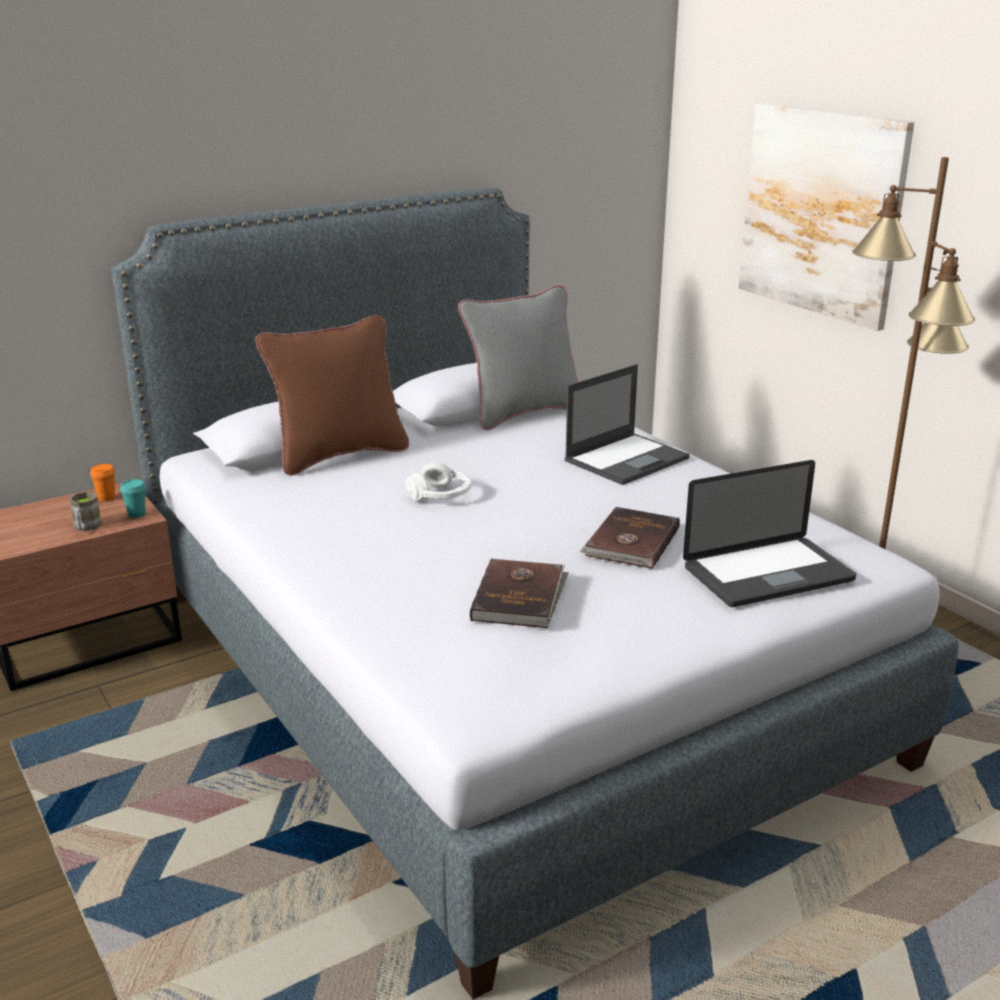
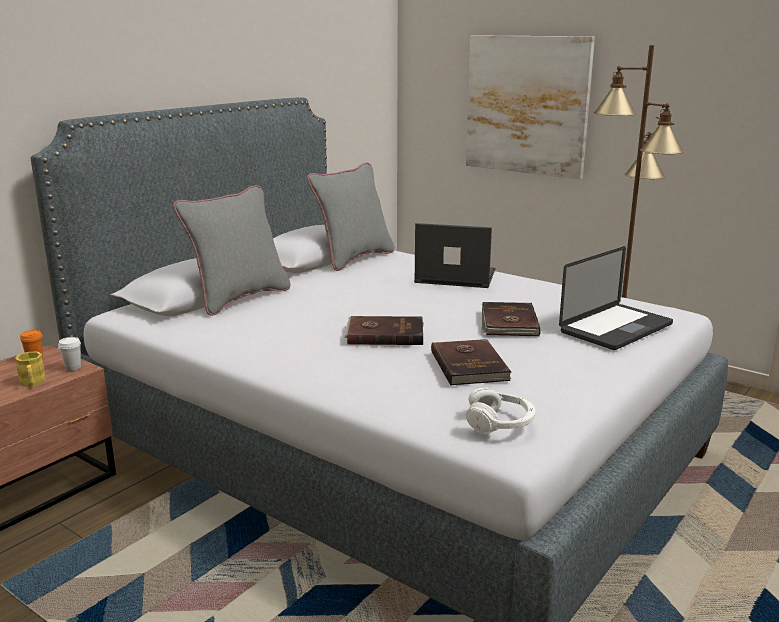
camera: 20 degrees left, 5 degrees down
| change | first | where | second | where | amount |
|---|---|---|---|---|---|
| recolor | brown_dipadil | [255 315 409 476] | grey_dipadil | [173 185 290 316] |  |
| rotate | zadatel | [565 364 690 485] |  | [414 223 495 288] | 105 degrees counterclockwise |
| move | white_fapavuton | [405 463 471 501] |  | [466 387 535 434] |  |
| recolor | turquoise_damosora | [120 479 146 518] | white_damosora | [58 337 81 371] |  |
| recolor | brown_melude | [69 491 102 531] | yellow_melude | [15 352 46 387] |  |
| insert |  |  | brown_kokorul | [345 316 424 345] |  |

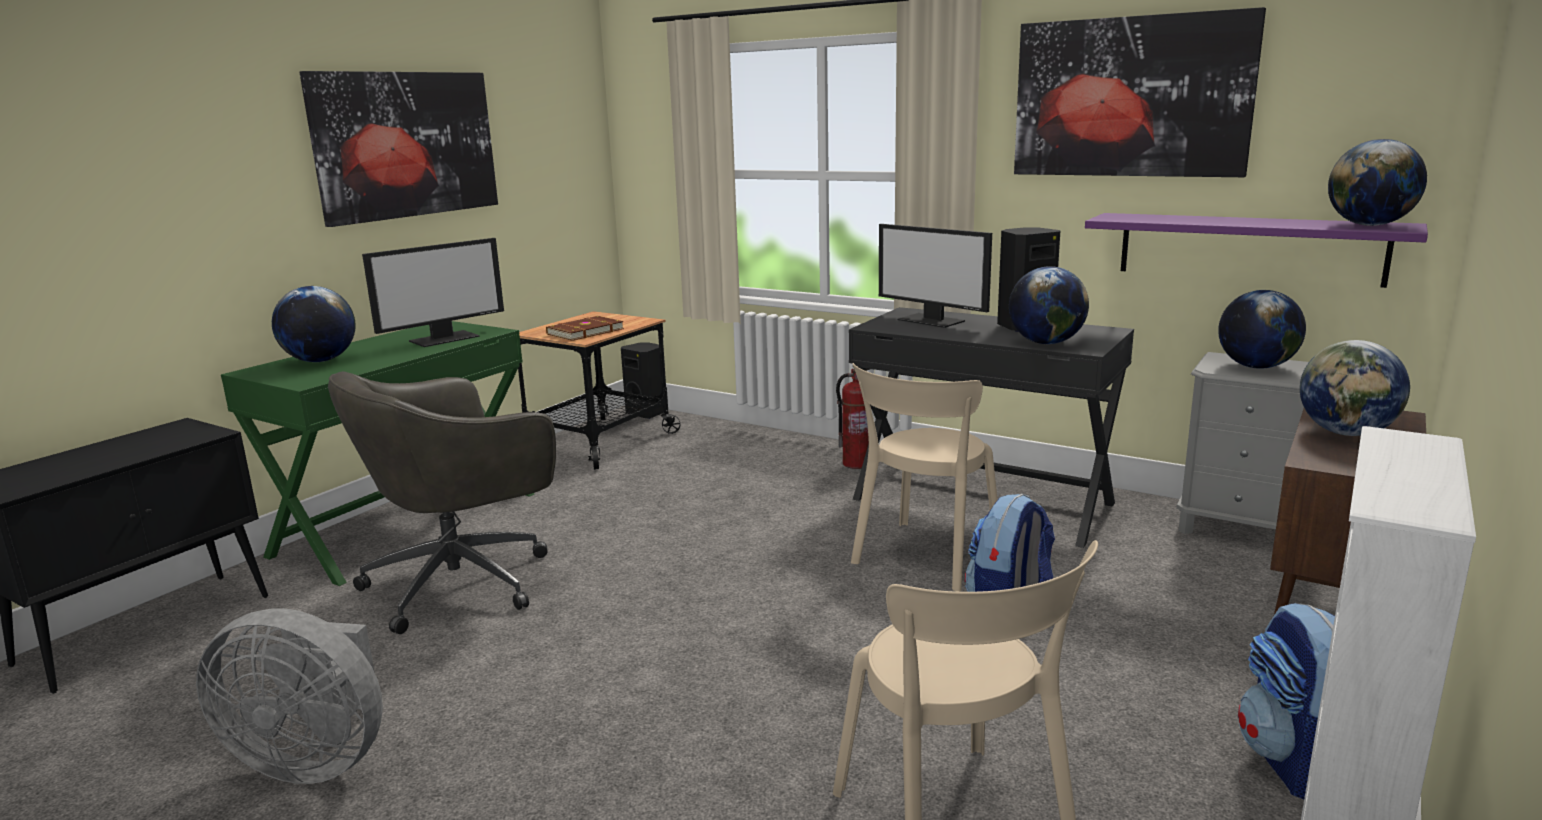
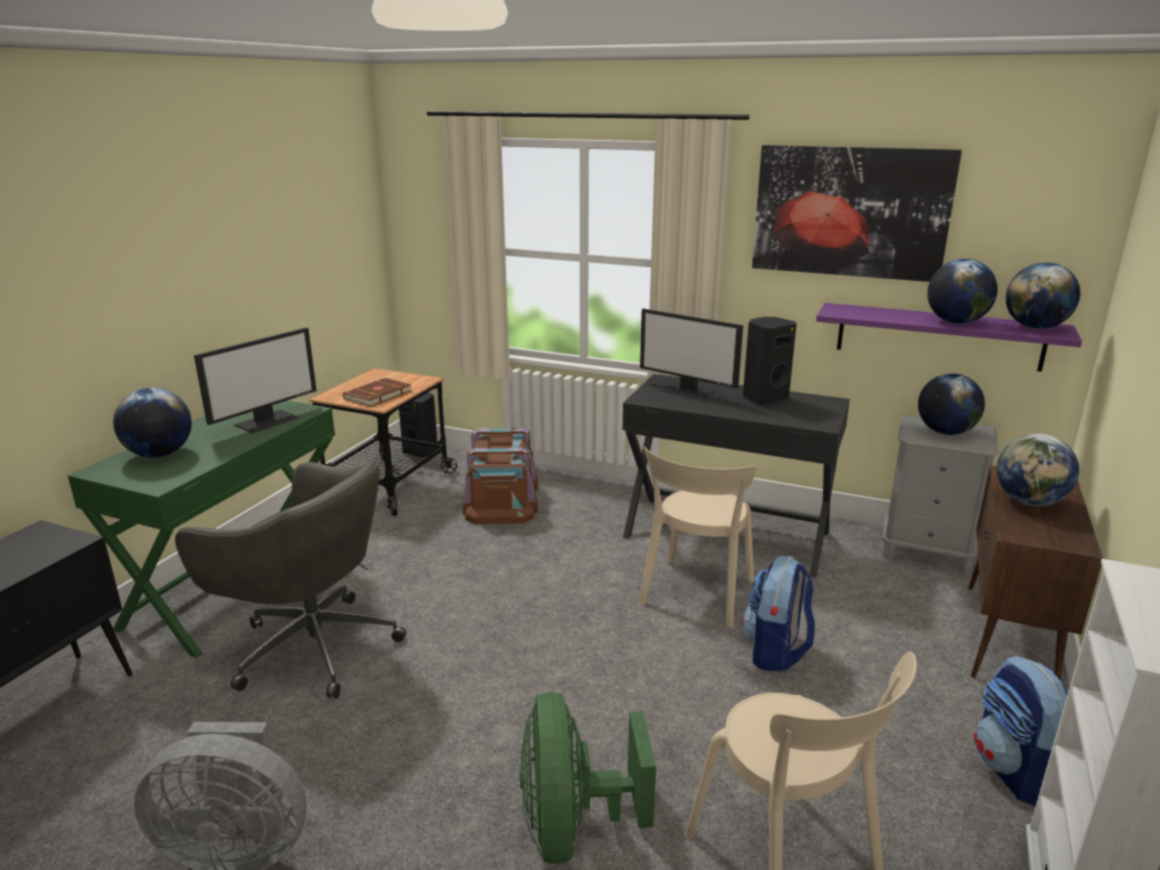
camera: 10 degrees left, 5 degrees up
| change | first | where | second | where | amount |
|---|---|---|---|---|---|
| delete | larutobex | [299 71 498 227] |  |  |  |
| move | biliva | [1009 266 1089 344] |  | [927 259 998 324] |  |
| delete | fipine | [836 368 870 469] |  |  |  |
| rotate | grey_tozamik | [328 371 556 634] |  | [175 461 406 698] | 105 degrees counterclockwise |
| insert |  |  | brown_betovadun | [463 428 538 524] |  |
| insert |  |  | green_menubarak | [519 692 656 864] |  |

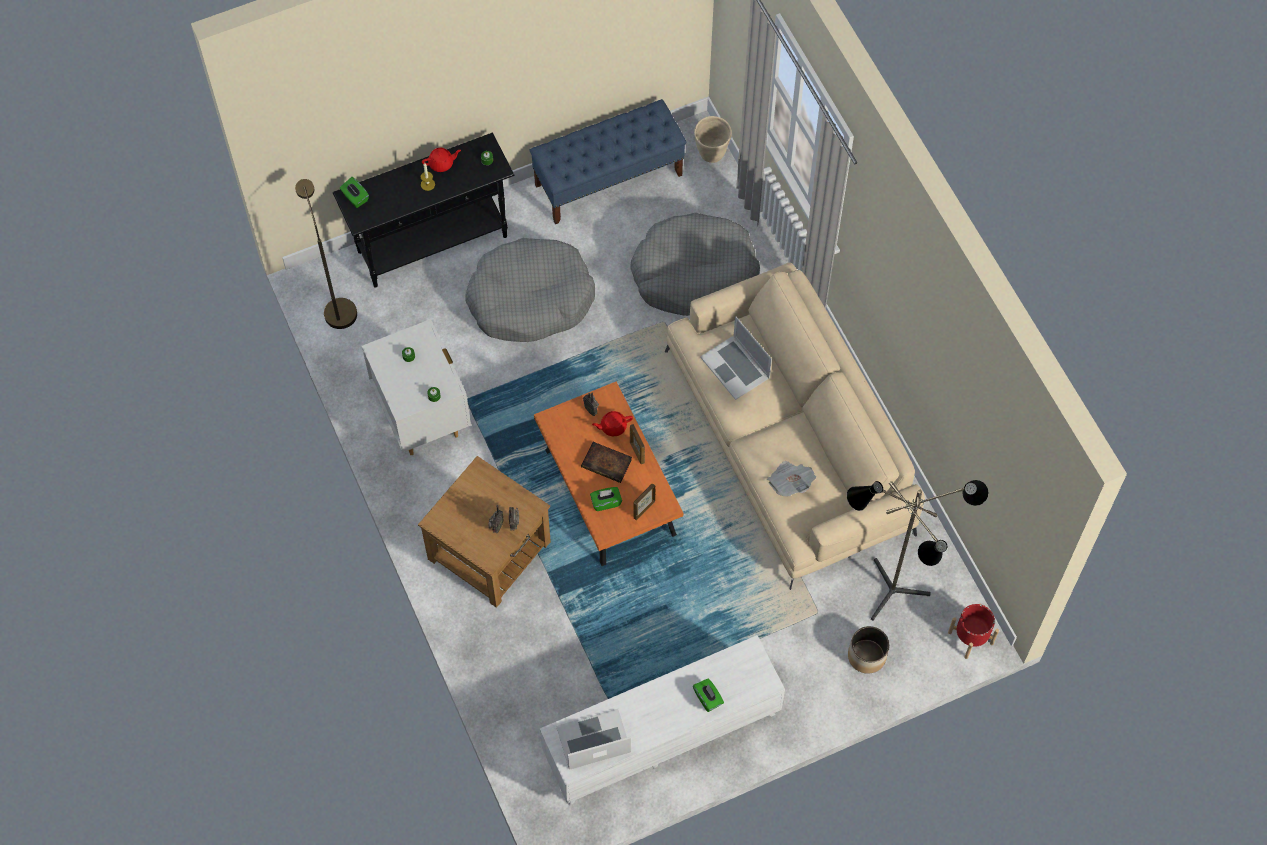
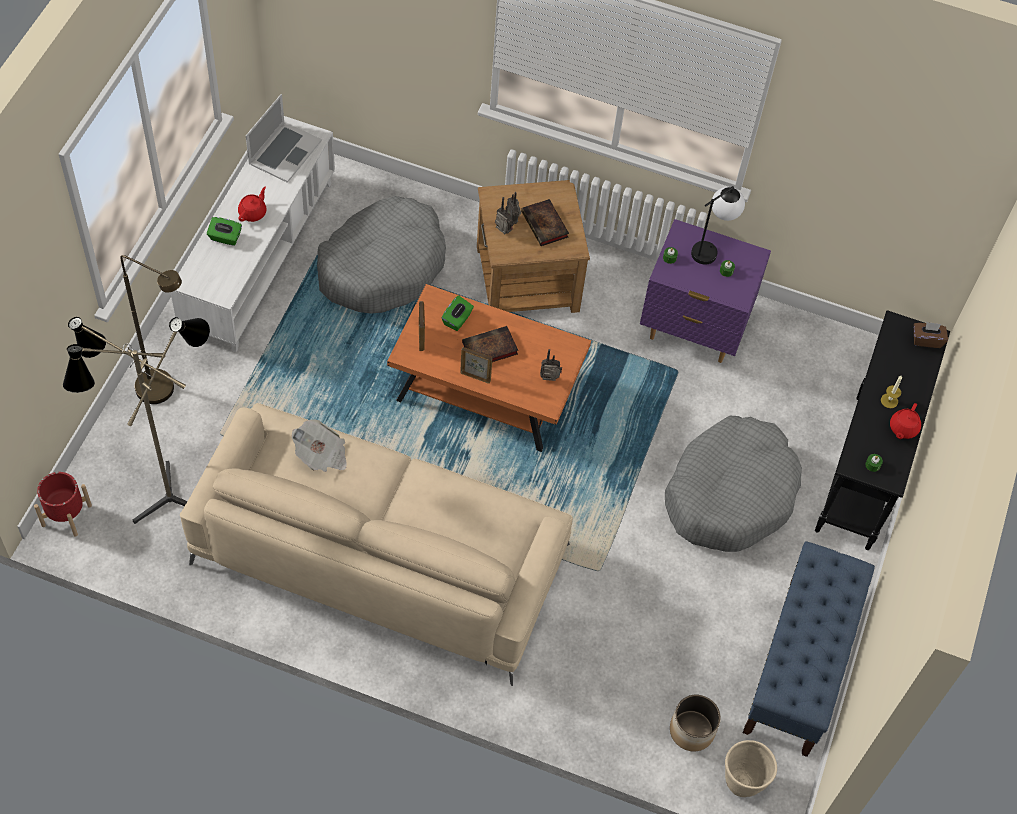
camera: 130 degrees right, 5 degrees down
| change | first | where | second | where | amount |
|---|---|---|---|---|---|
| recolor | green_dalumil | [340 177 369 208] | brown_dalumil | [914 322 948 348] |  |
| move | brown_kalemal | [295 179 357 329] |  | [120 255 182 404] |  |
| move | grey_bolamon | [630 213 760 316] |  | [317 196 446 314] |  |
| delete | zadatel | [700 316 772 400] |  |  |  |
| recolor | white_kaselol | [362 319 471 455] | purple_kaselol | [640 219 771 363] |  |
| move | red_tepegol | [592 411 633 436] |  | [238 187 267 222] |  |
| move | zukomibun | [848 626 889 674] |  | [670 695 721 751] |  |
| insert |  |  | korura | [691 186 745 265] |  |
| insert |  |  | kokorul | [521 199 569 246] |  |

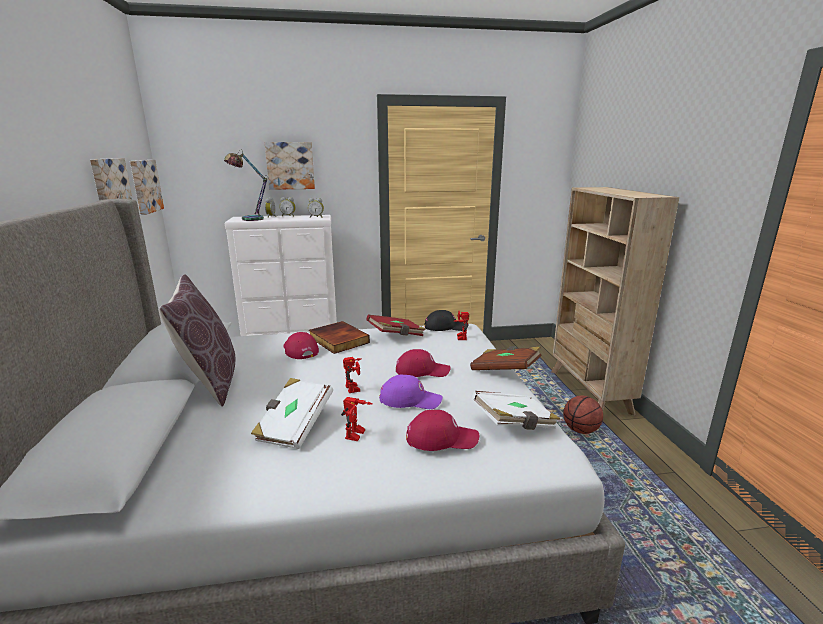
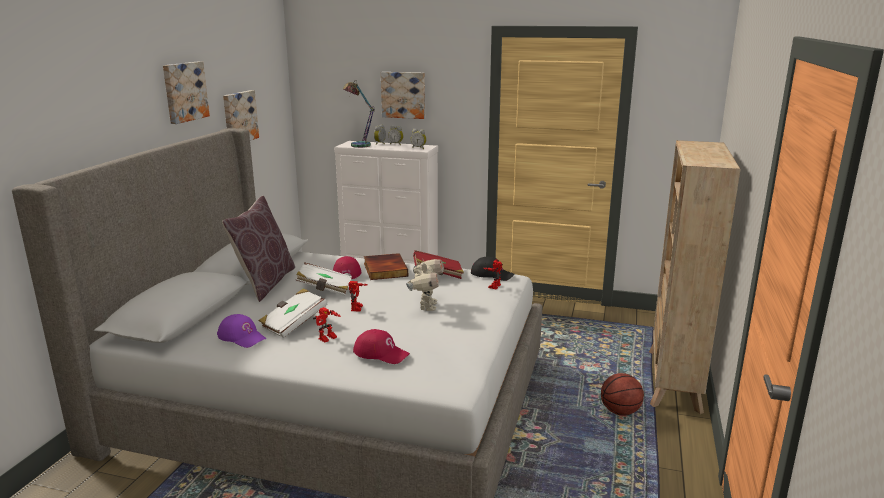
camera: 25 degrees right, 0 degrees up
| change | first | where | second | where | amount |
|---|---|---|---|---|---|
| move | larutobex | [130 160 164 215] |  | [163 61 210 124] |  |
| delete | brown_kokorul | [470 346 542 370] |  |  |  |
| replace | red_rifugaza | [396 349 451 377] | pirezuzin | [406 259 444 311] |  |
| move | purple_rifugaza | [379 375 443 409] |  | [217 314 266 348] |  |
| move | white_kokorul | [471 391 560 430] |  | [295 263 352 296] |  |

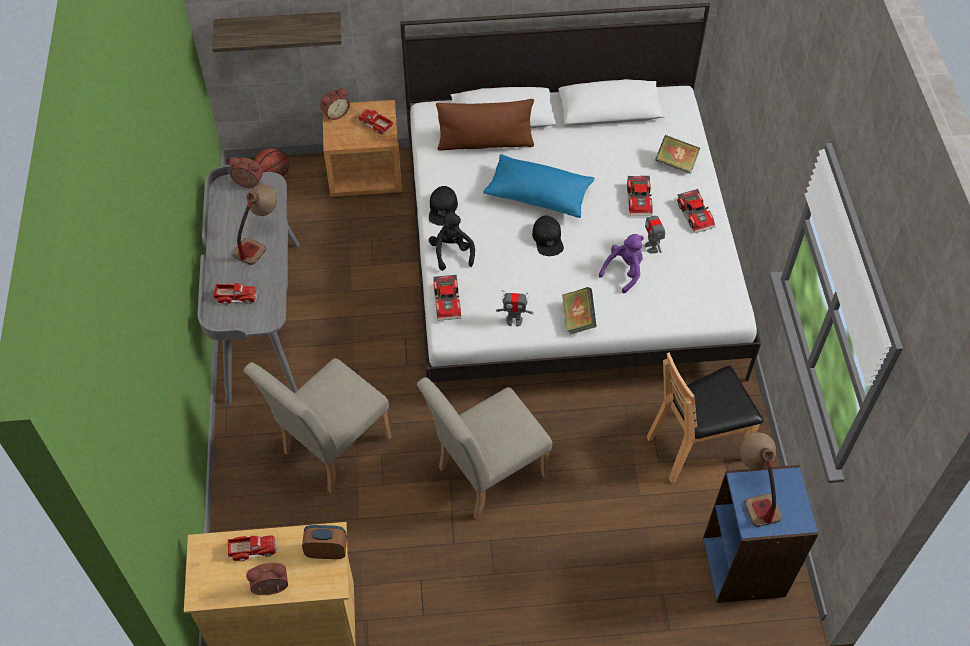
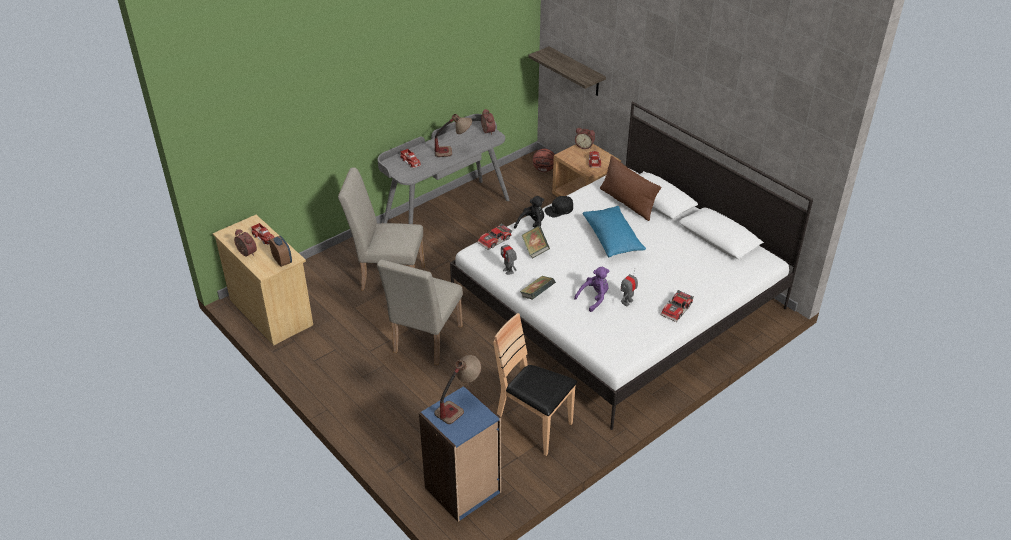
camera: 55 degrees right, 15 degrees down
| change | first | where | second | where | amount |
|---|---|---|---|---|---|
| move | kokorul | [655 135 700 174] |  | [522 226 550 259] |  |
| delete | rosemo | [627 175 653 216] |  |  |  |
| delete | black_rifugaza | [532 216 564 256] |  |  |  |
| rotate | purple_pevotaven | [599 234 644 293] |  | [574 267 609 312] | 45 degrees counterclockwise |
| rotate | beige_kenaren | [417 377 552 520] |  | [377 259 463 365] | 90 degrees counterclockwise |

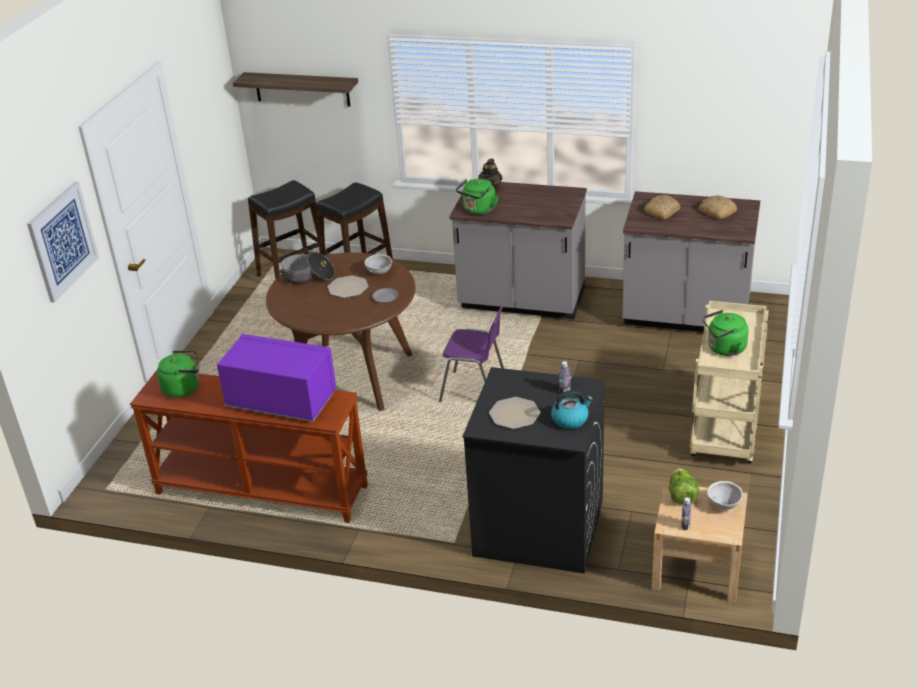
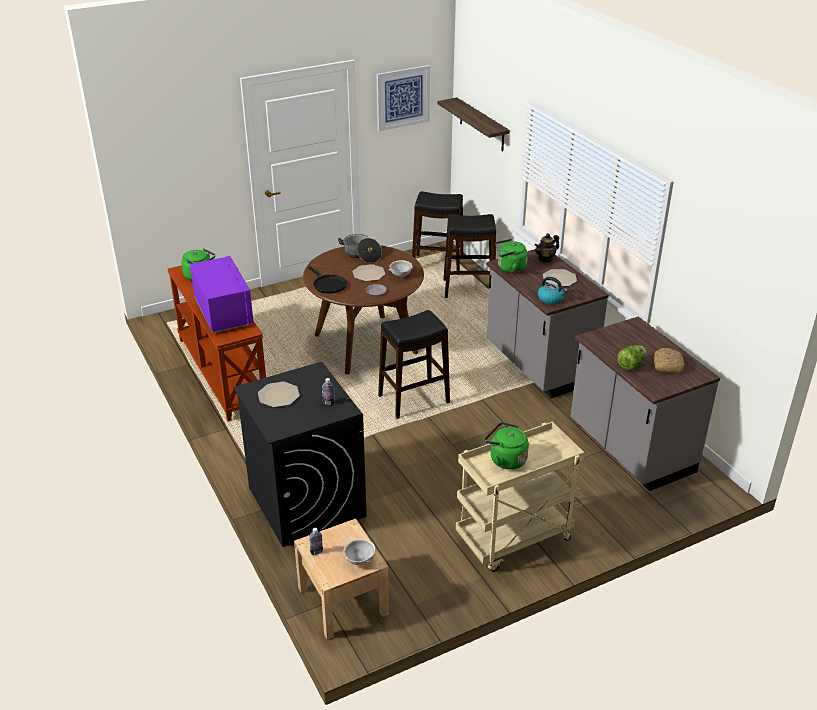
camera: 45 degrees right, 0 degrees up
| change | first | where | second | where | amount |
|---|---|---|---|---|---|
| move | larutobex | [27 181 99 303] |  | [377 65 430 131] |  |
| delete | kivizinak | [644 195 680 220] |  |  |  |
| replace | purple_kenaren | [439 306 504 402] | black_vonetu | [378 310 450 419] |  |
| move | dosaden | [551 390 593 429] |  | [538 277 567 304] |  |
| move | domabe | [669 468 699 505] |  | [617 345 646 370] |  |
| insert |  |  | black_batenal | [308 266 347 294] |  |
| insert |  |  | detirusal | [543 269 577 286] |  |

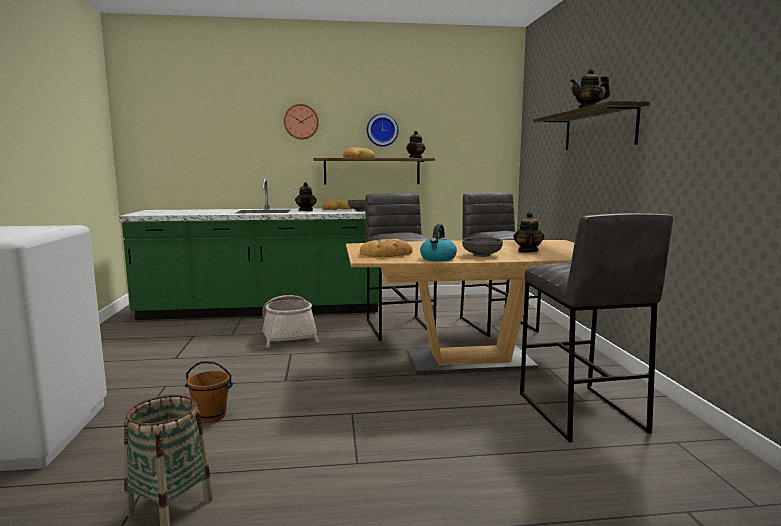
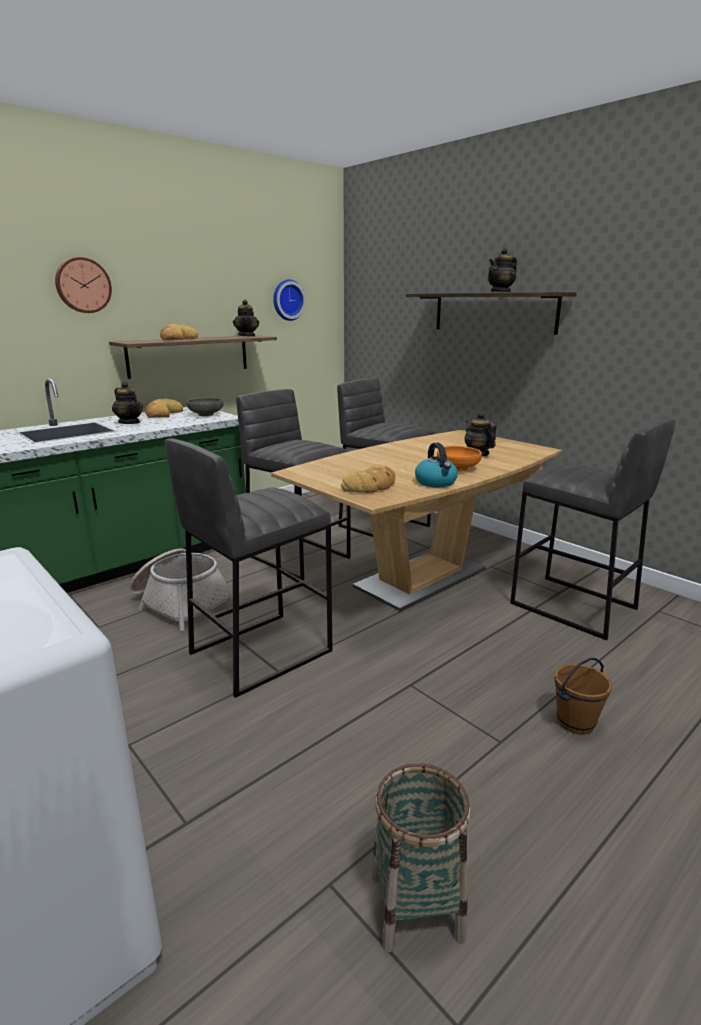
camera: 35 degrees left, 10 degrees up
| change | first | where | second | where | amount |
|---|---|---|---|---|---|
| move | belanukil | [367 114 399 147] |  | [273 279 306 321] |  |
| recolor | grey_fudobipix | [462 237 503 257] | orange_fudobipix | [437 446 482 471] |  |
| move | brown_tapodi | [185 361 233 423] |  | [555 658 612 735] |  |
| insert |  |  | grey_vonetu | [165 438 332 698] |  |

